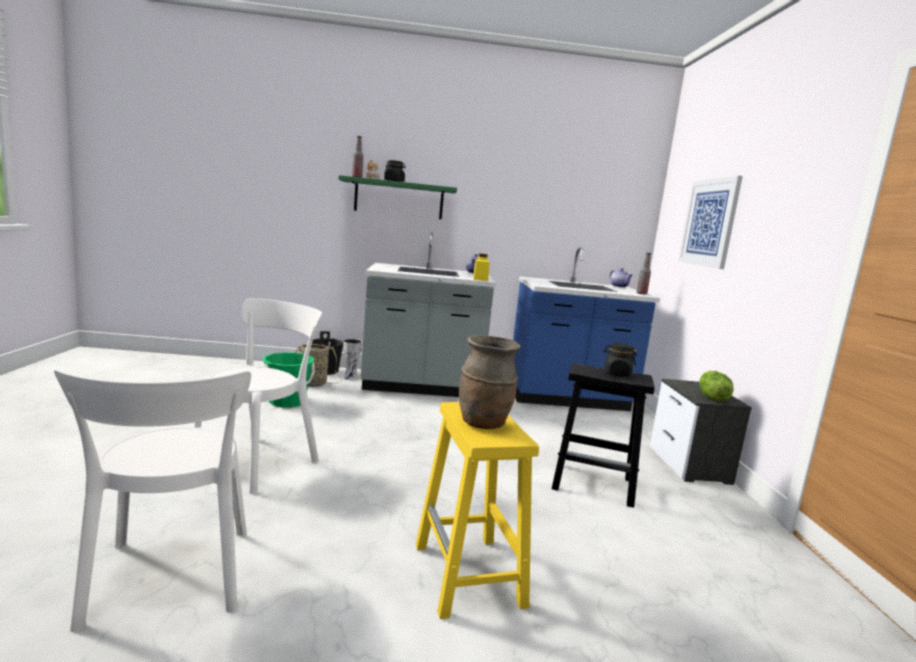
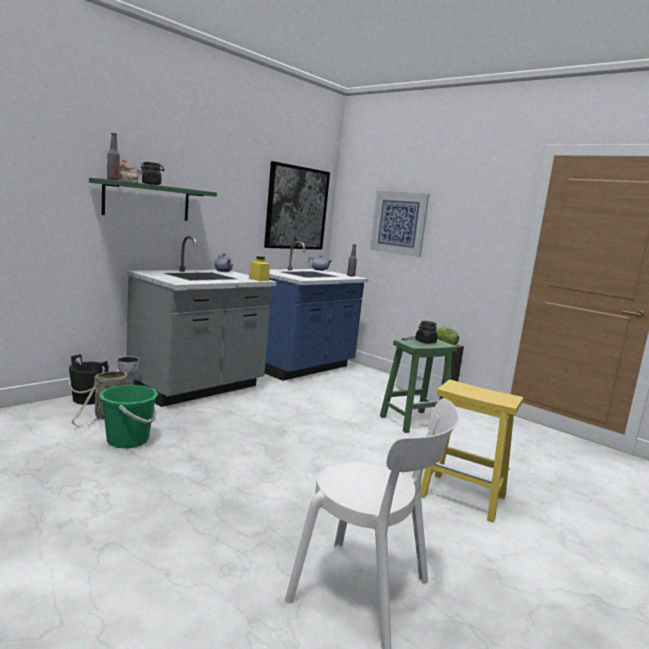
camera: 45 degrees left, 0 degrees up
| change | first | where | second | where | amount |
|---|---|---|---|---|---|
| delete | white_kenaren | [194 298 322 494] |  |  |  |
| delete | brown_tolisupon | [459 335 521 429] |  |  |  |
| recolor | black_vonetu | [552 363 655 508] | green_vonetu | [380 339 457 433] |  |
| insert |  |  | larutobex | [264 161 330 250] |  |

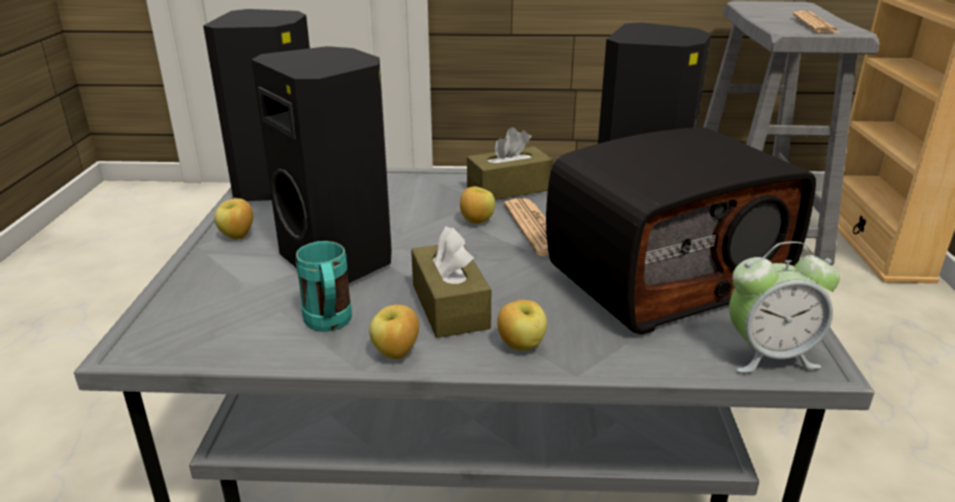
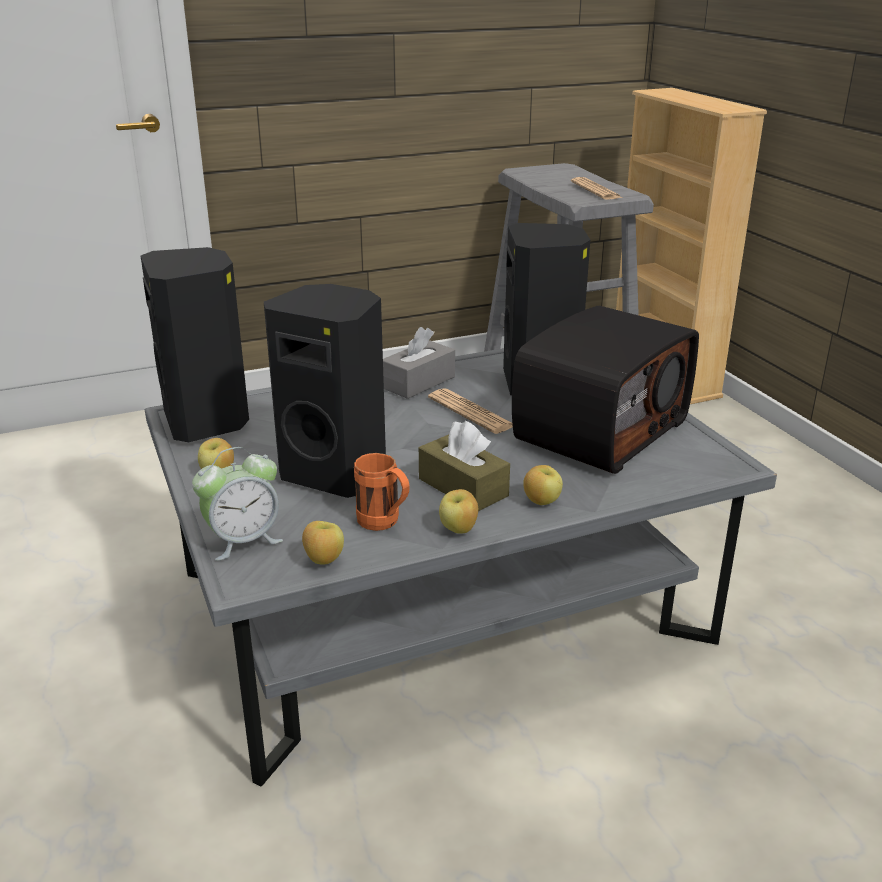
camera: 25 degrees left, 0 degrees up
| change | first | where | second | where | amount |
|---|---|---|---|---|---|
| recolor | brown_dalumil | [467 127 553 200] | grey_dalumil | [383 327 455 399] |  |
| move | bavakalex | [460 186 495 224] |  | [302 521 344 564] |  |
| recolor | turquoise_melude | [295 241 352 332] | orange_melude | [354 453 410 531] |  |
| move | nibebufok | [729 241 840 373] |  | [192 447 283 561] |  |

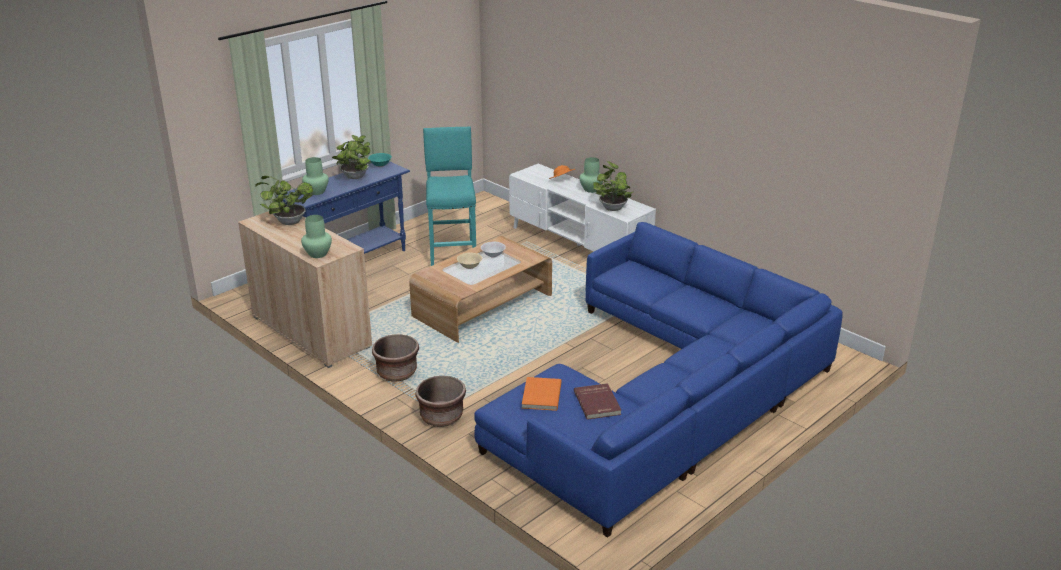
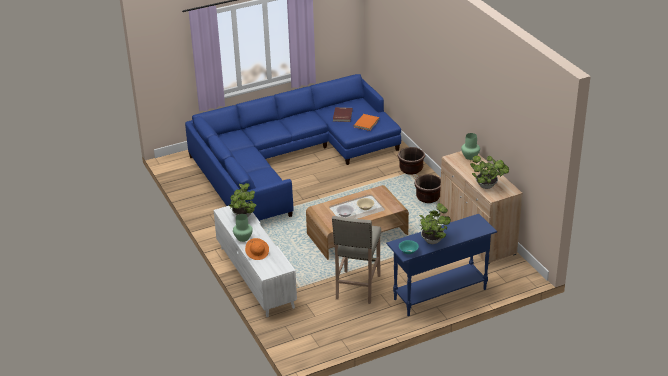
camera: 160 degrees left, 5 degrees up
| change | first | where | second | where | amount |
|---|---|---|---|---|---|
| recolor | turquoise_vonetu | [423 126 476 266] | beige_vonetu | [332 216 381 304] |  |
| delete | green_tolisupon | [302 157 329 195] |  |  |  |

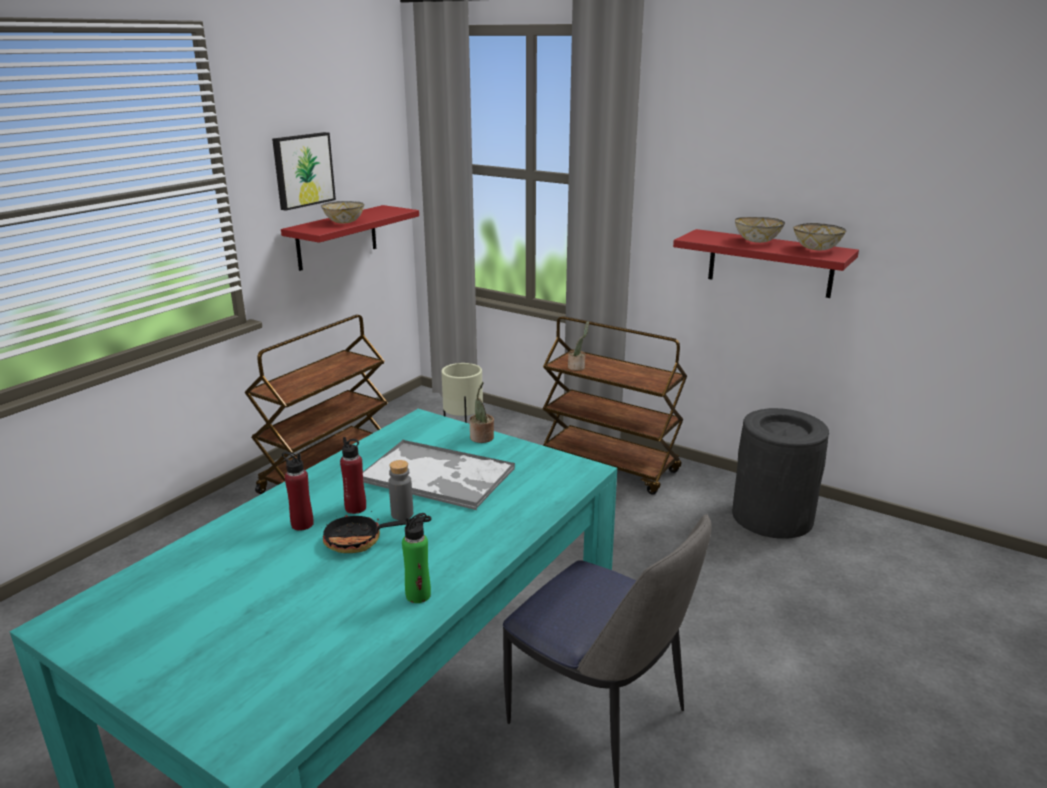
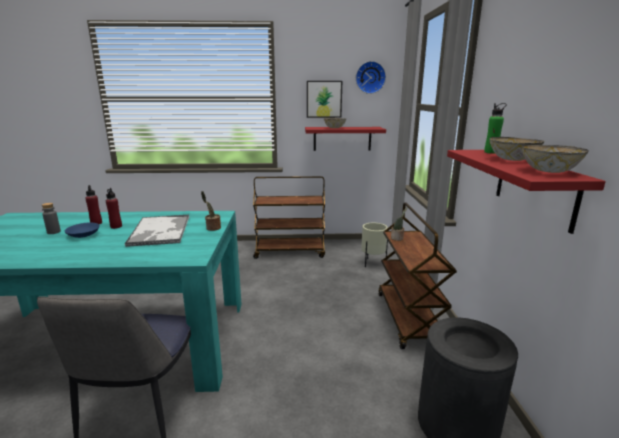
camera: 55 degrees right, 5 degrees down
| change | first | where | second | where | amount |
|---|---|---|---|---|---|
| move | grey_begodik | [389 460 413 520] |  | [42 203 61 234] |  |
| replace | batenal | [323 511 432 553] | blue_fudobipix | [65 222 100 238] |  |
| move | green_begodik | [402 513 431 603] |  | [484 103 507 154] |  |
| insert |  |  | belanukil | [356 61 386 94] |  |

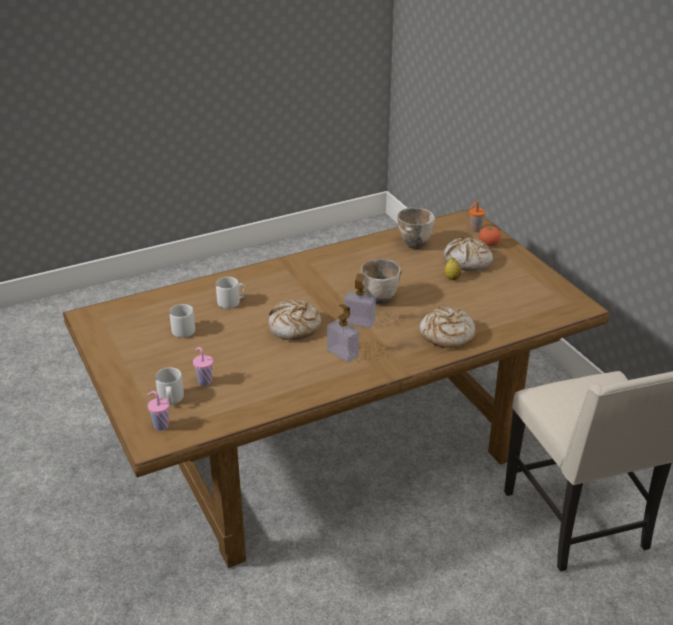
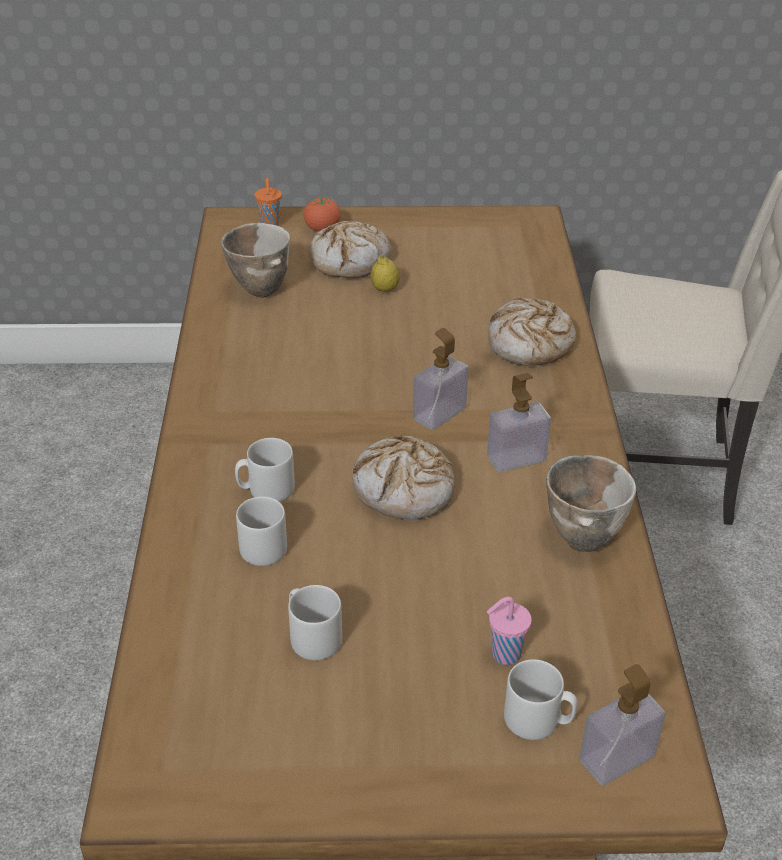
camera: 65 degrees left, 5 degrees up
| change | first | where | second | where | amount |
|---|---|---|---|---|---|
| move | fudobipix | [361 259 403 305] |  | [546 455 636 552] |  |
| replace | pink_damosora | [148 391 170 431] | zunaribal | [579 664 665 786] |  |
| insert |  |  | grey_melude | [235 438 295 502] |  |

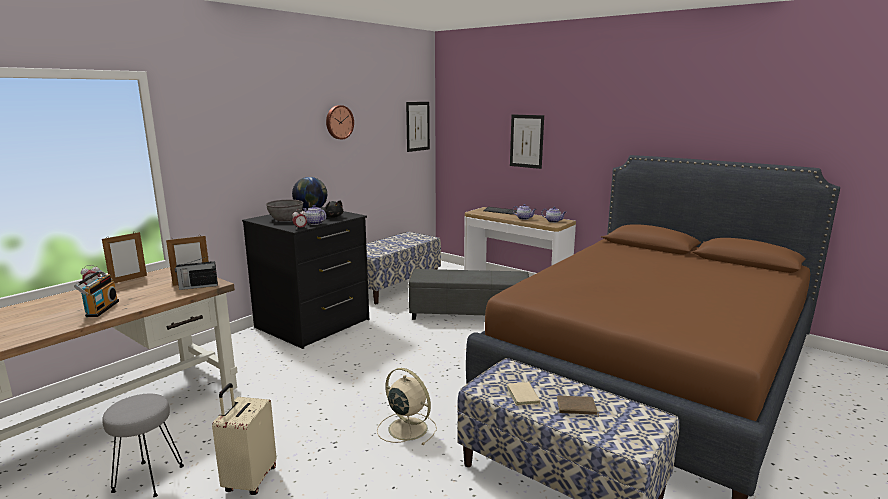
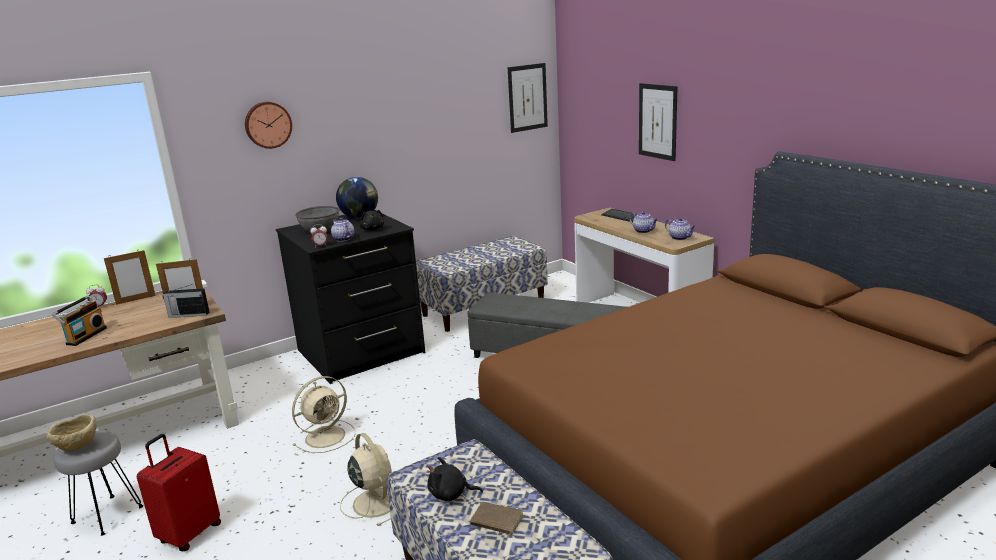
camera: 20 degrees right, 5 degrees up
| change | first | where | second | where | amount |
|---|---|---|---|---|---|
| move | belanukil | [326 105 354 139] |  | [245 102 292 149] |  |
| replace | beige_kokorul | [507 381 541 406] | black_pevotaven | [427 457 483 501] |  |
| recolor | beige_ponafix | [212 383 277 495] | red_ponafix | [137 434 221 551] |  |
| insert |  |  | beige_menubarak | [292 376 355 453] |  |
| insert |  |  | beige_fudobipix | [46 414 97 451] |  |

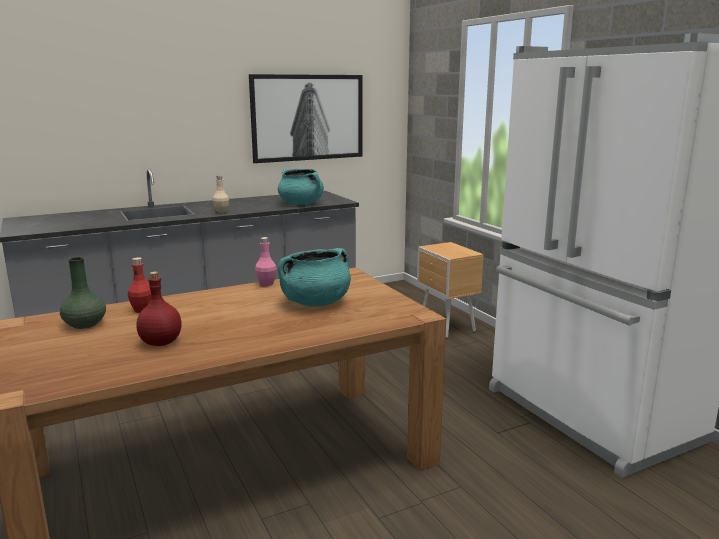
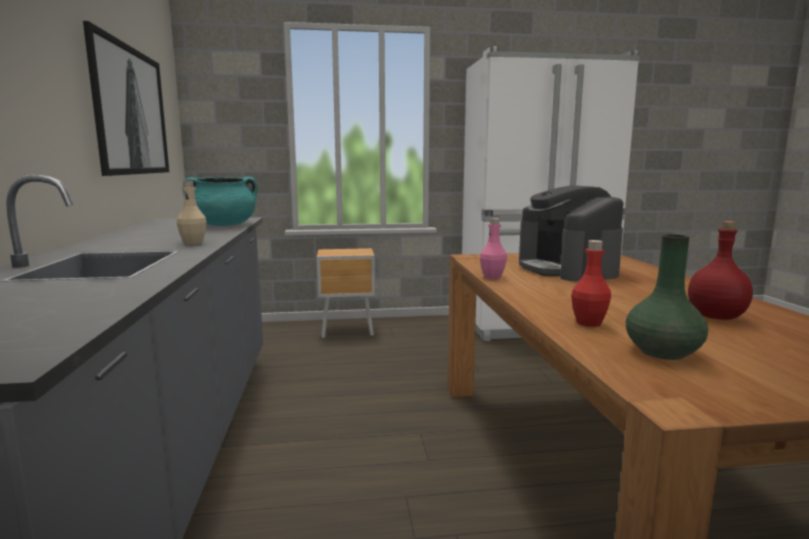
camera: 70 degrees left, 5 degrees down
| change | first | where | second | where | amount |
|---|---|---|---|---|---|
| replace | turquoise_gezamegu | [278 248 351 306] | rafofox | [519 185 623 281] |  |

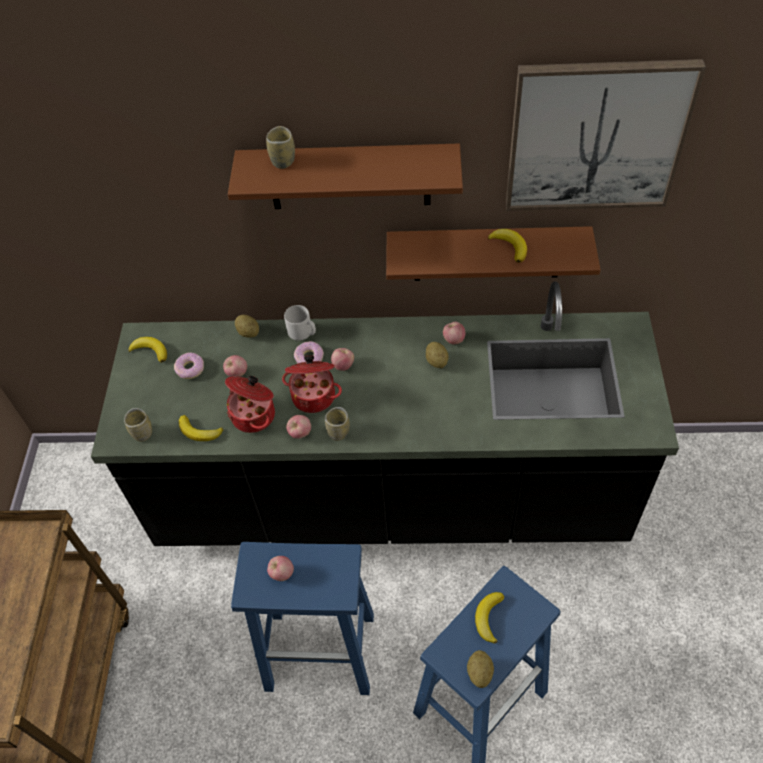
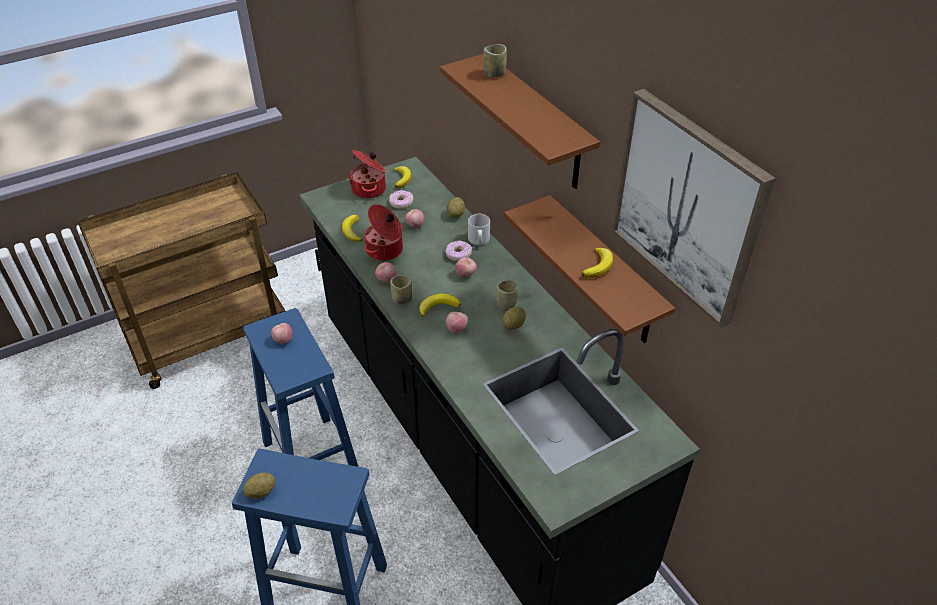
camera: 55 degrees right, 10 degrees down
| change | first | where | second | where | amount |
|---|---|---|---|---|---|
| move | bavakalex | [443 322 465 344] |  | [446 311 468 333] |  |
| move | gezamegu | [282 355 342 413] |  | [349 150 386 199] |  |
| move | damosora | [124 408 152 442] |  | [496 280 518 311] |  |
| move | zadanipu | [475 592 504 644] |  | [419 294 461 317] |  |

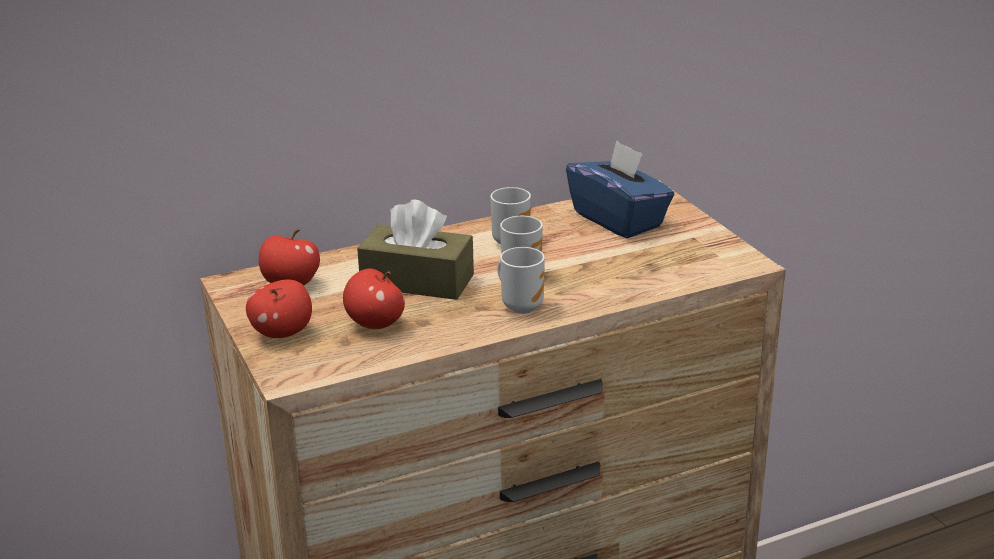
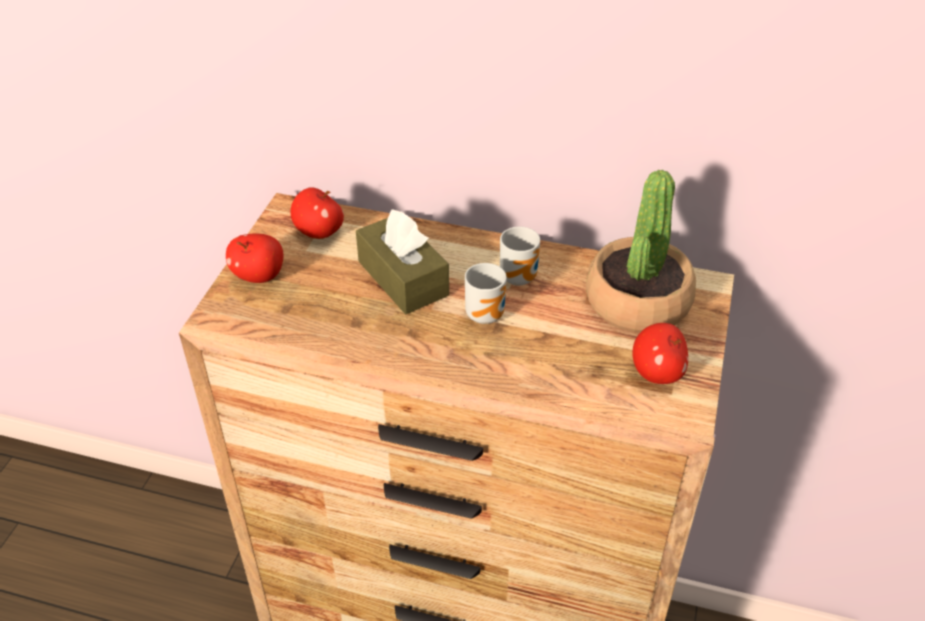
camera: 40 degrees right, 15 degrees up
| change | first | where | second | where | amount |
|---|---|---|---|---|---|
| replace | blue_dalumil | [566 140 674 238] | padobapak | [586 170 696 333] |  |
| delete | melude | [497 247 545 314] |  |  |  |
| move | bavakalex | [343 268 405 330] |  | [632 323 688 384] |  |

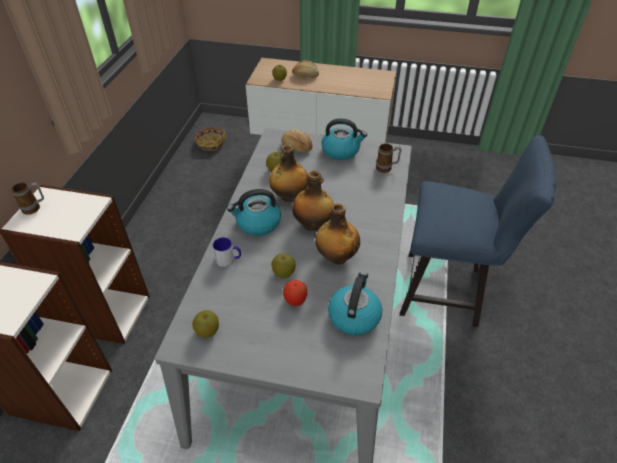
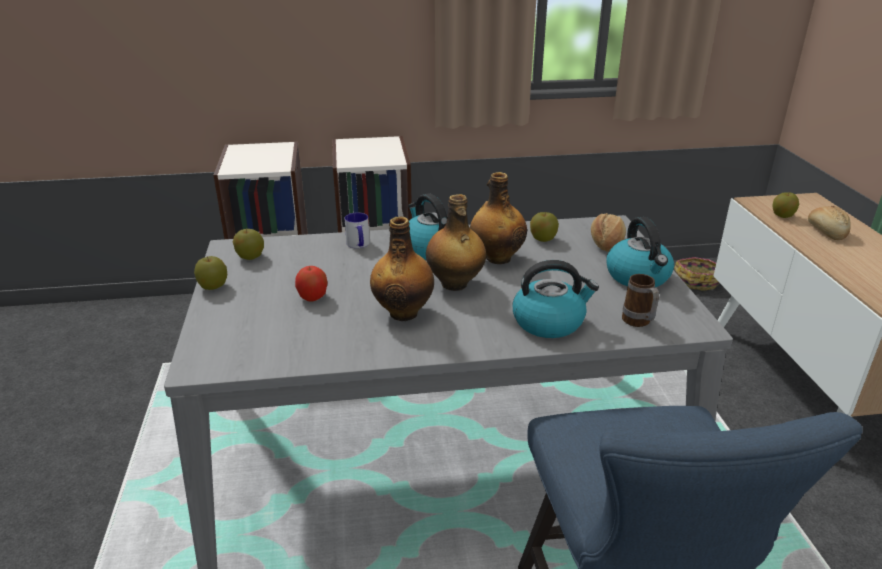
camera: 70 degrees right, 15 degrees down
| change | first | where | second | where | amount |
|---|---|---|---|---|---|
| delete | melude | [11 182 44 215] |  |  |  |
| move | bavakalex | [271 253 296 278] |  | [194 256 227 290] |  |
| move | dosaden | [328 272 382 335] |  | [513 260 599 338] |  |

